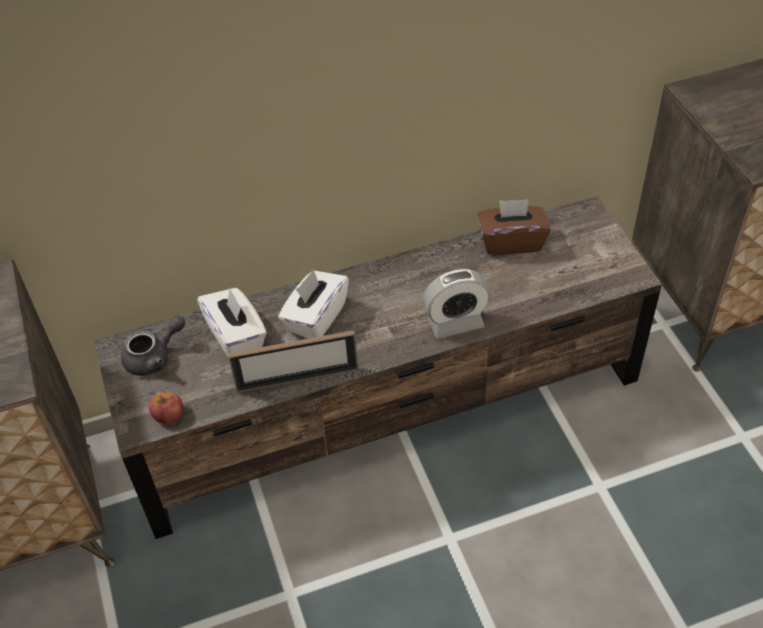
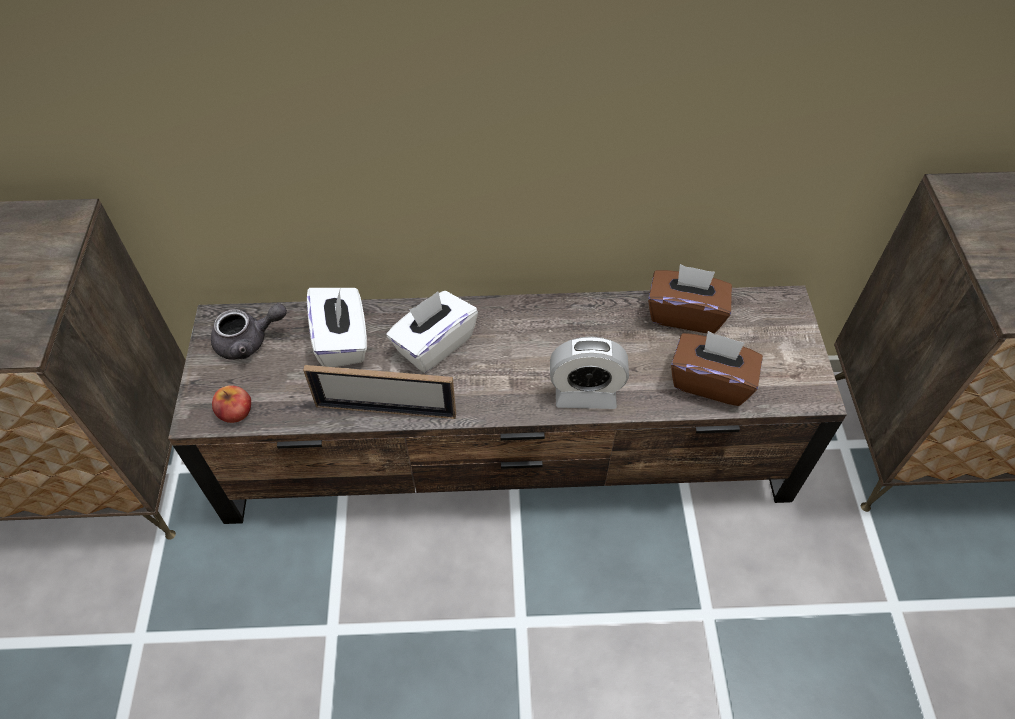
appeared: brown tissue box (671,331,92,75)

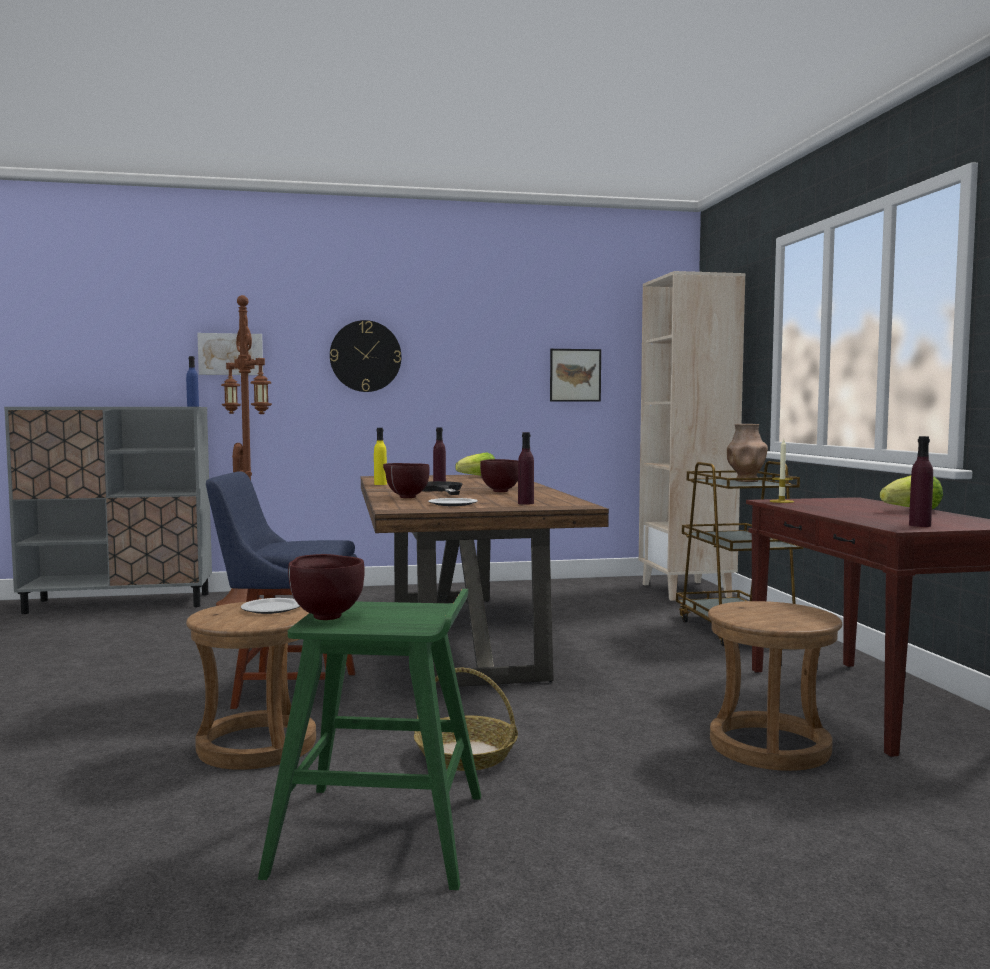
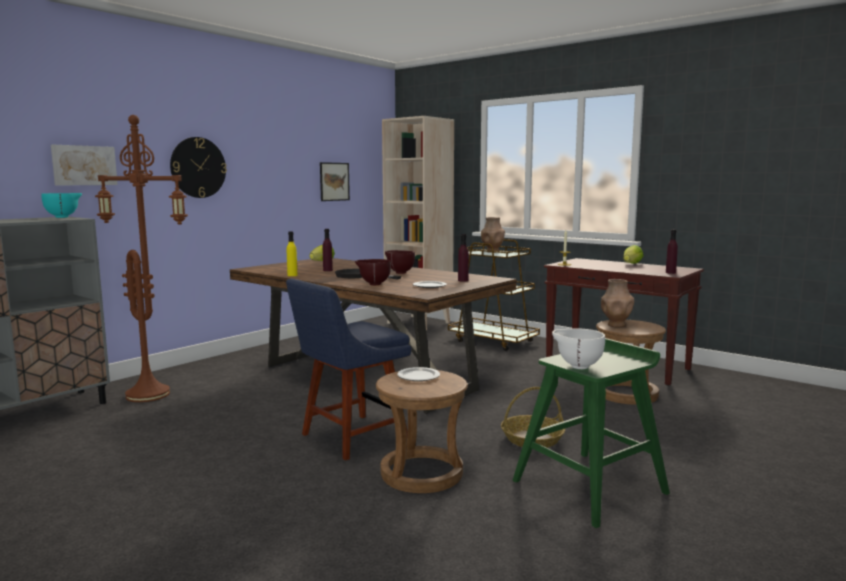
appeared: brown vase (601,279,33,49)
exchanged: blue bottle (186,356,13,51) to turquoise bowl (41,193,41,25)
colour: brown bowl (288,554,77,66) to white bowl (552,328,53,41)

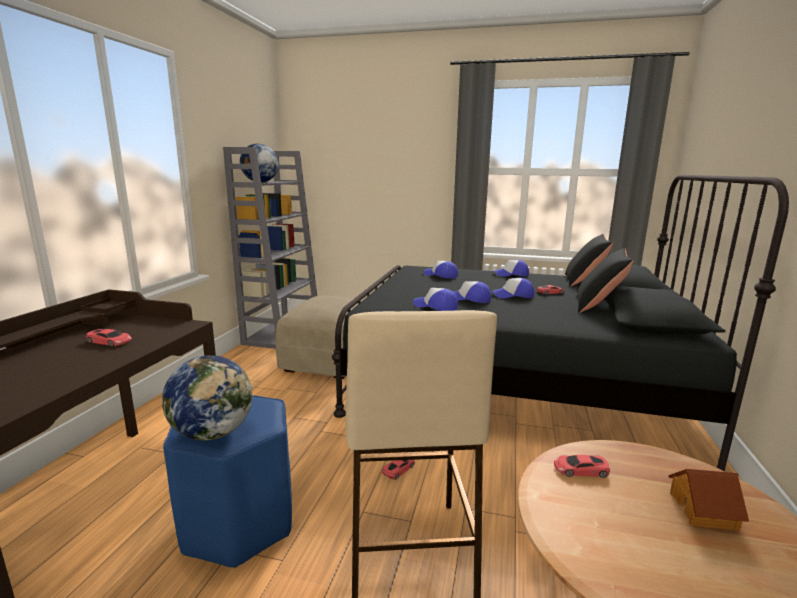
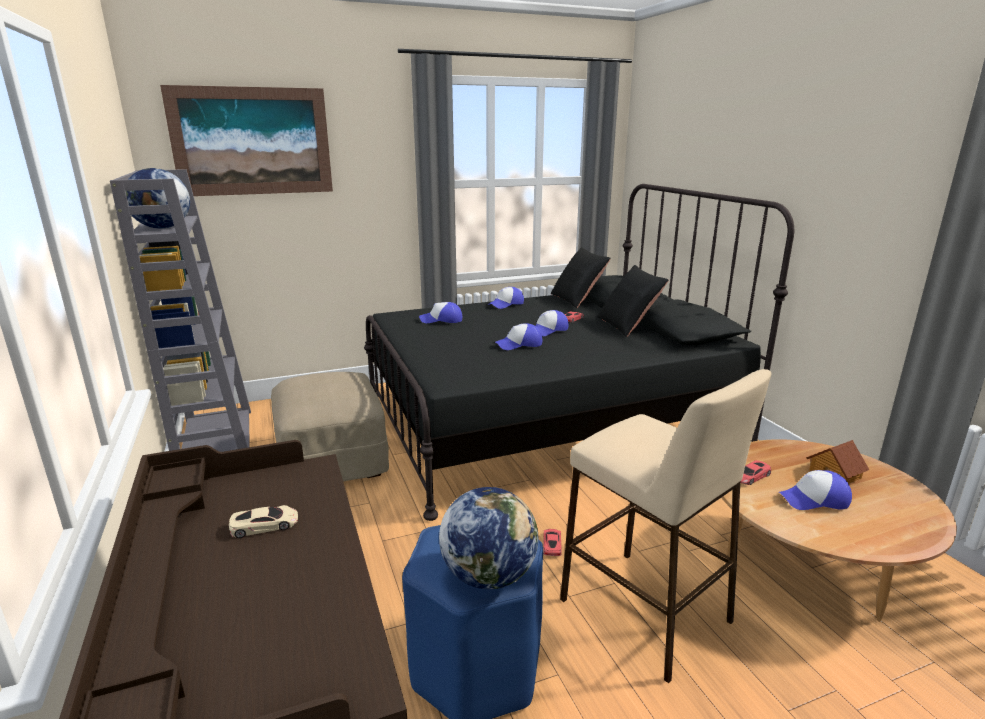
appeared: picture (160,85,173,111)
relocated: cap (413,288,45,23) to (779,470,73,40)
colour: red toy car (86,329,46,18) to beige toy car (229,505,69,33)

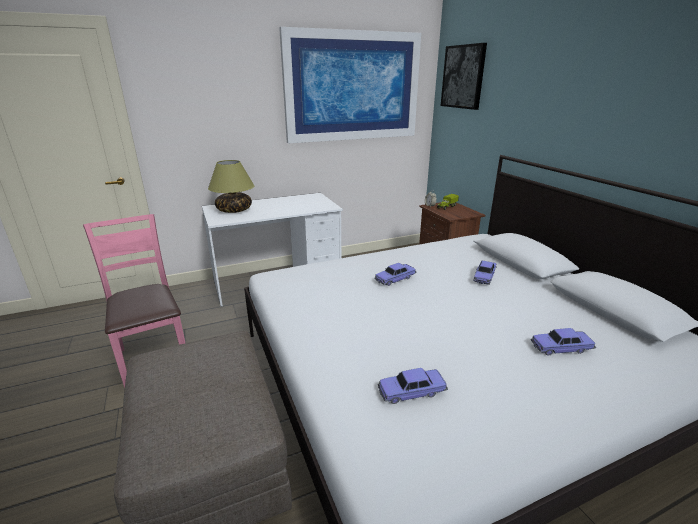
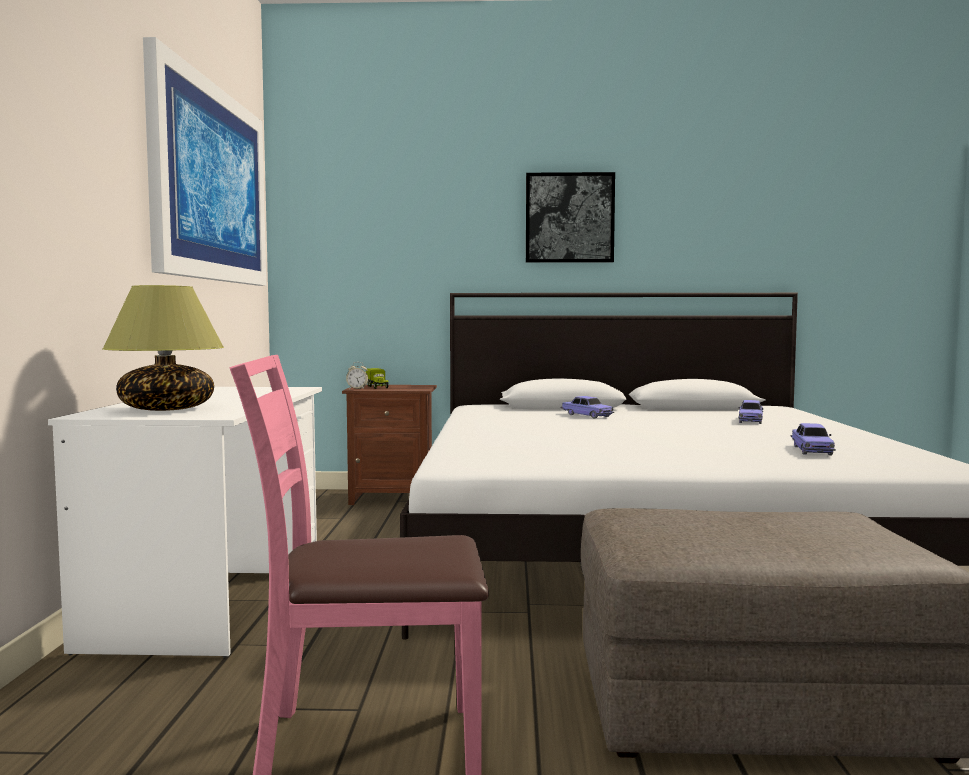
missing: toy car (374,263,43,23)
relocated: picture (441,43,46,67) to (526,172,89,91)

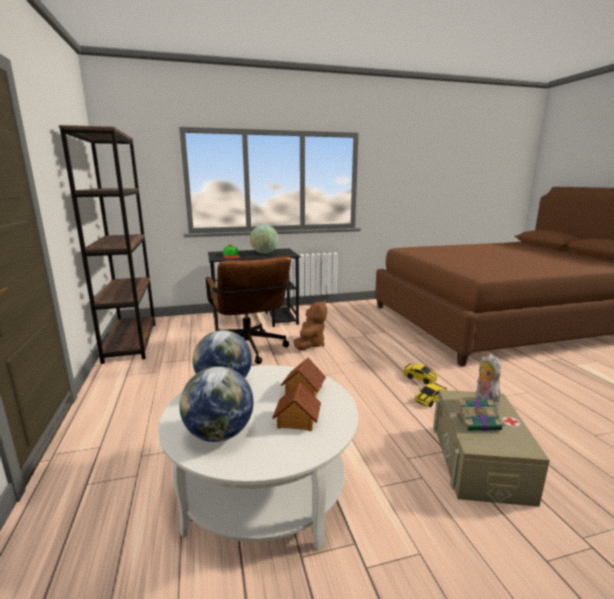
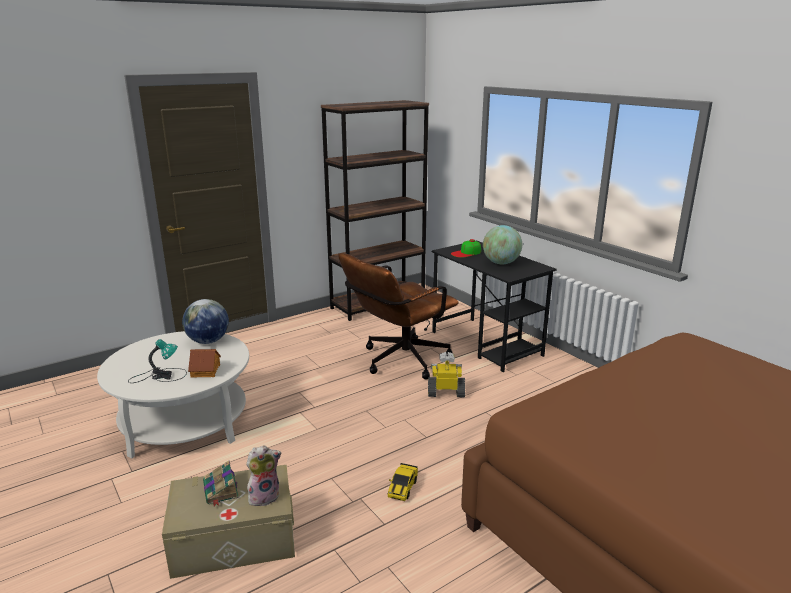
missing: globe (179,367,75,75); toy car (414,383,33,24)
exchanged: toy house (272,382,49,49) to table lamp (128,339,59,44); brown plush toy (294,300,33,50) to toy robot (428,352,37,45)

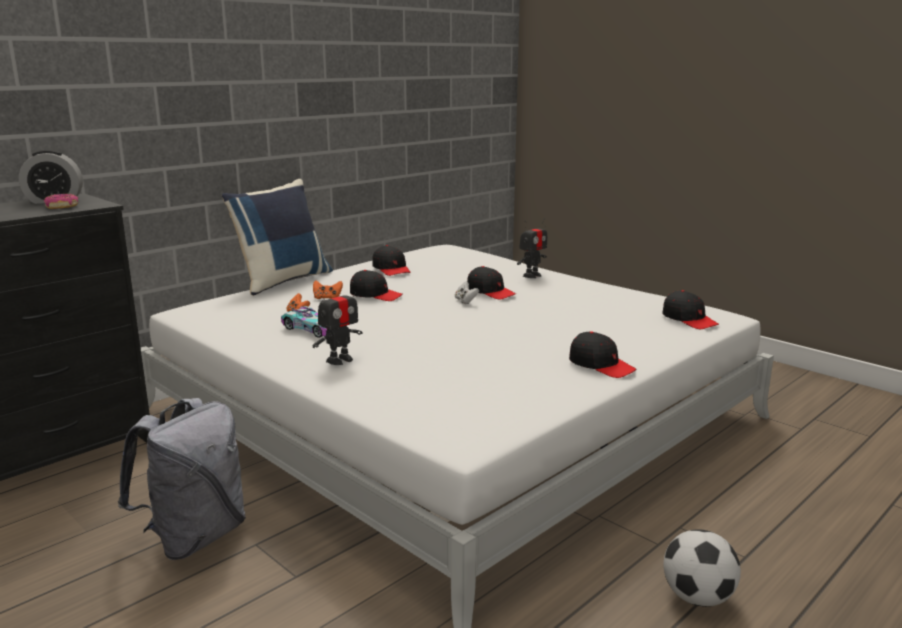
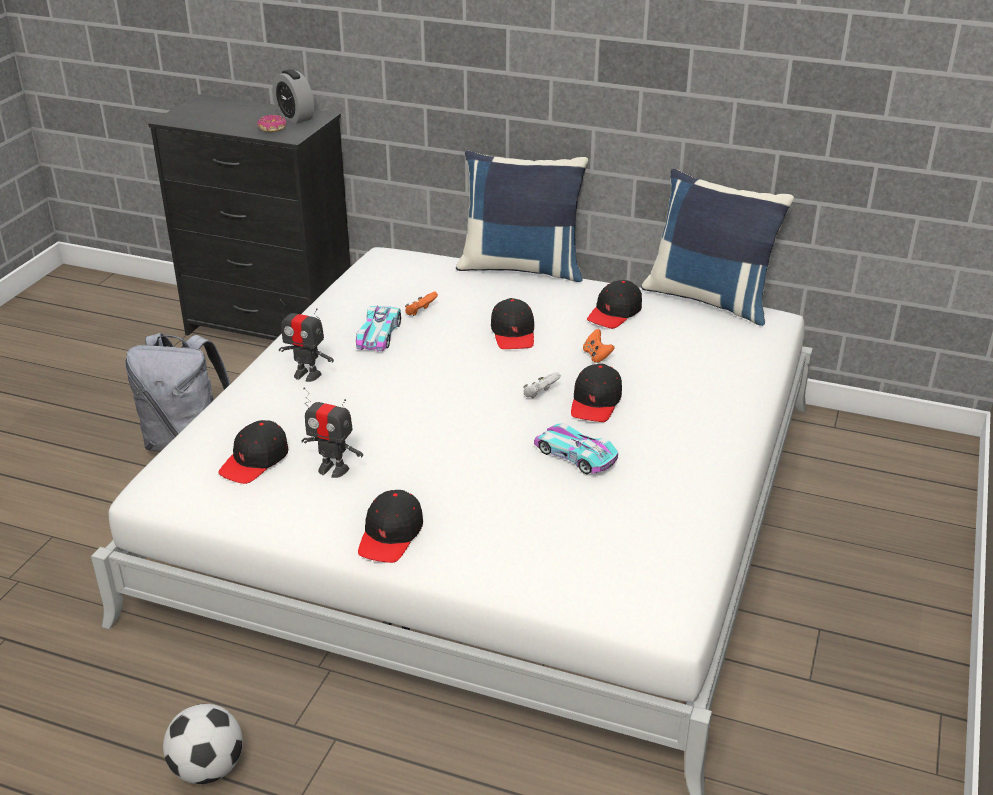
appeared: toy car (534,423,84,52); blue pillow (641,169,153,157)
relocated: orange game controller (313,280,30,19) to (583,329,32,34); toy robot (517,218,30,60) to (302,387,61,91); black cap (662,290,57,39) to (218,420,70,64)

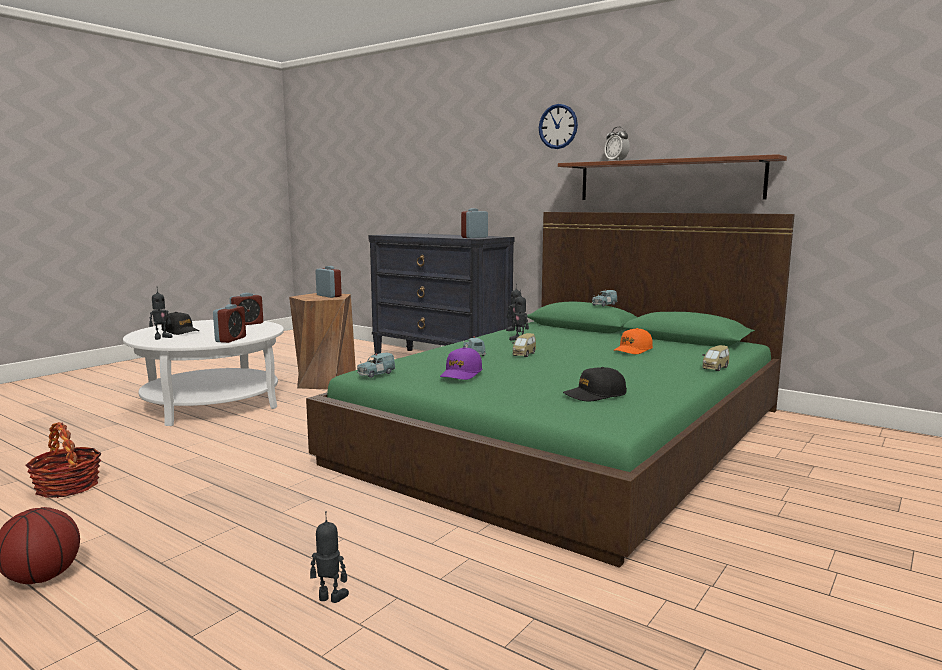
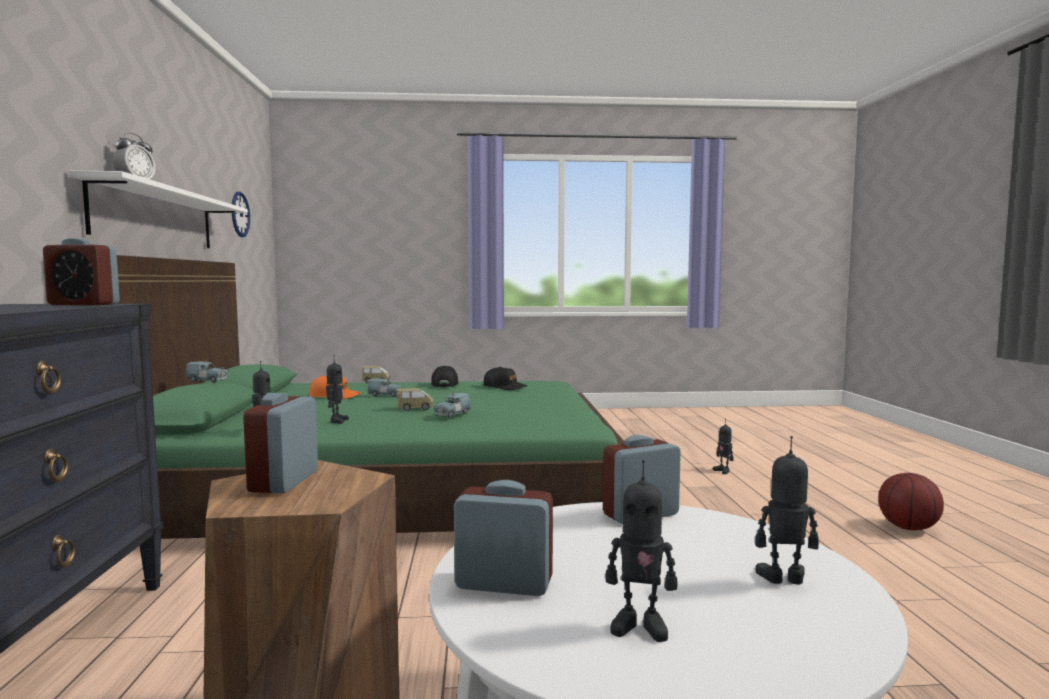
missing: basket (26,422,76,76); purple cap (440,347,42,33)
appeared: toy robot (605,460,72,182)
relocated: black cap (161,312,38,23) to (431,366,27,21); blue toy car (357,352,39,26) to (367,378,34,19); wall clock (539,104,39,45) to (232,192,18,45)
colour: brown shelf (558,154,229,46) to white shelf (68,171,180,77)

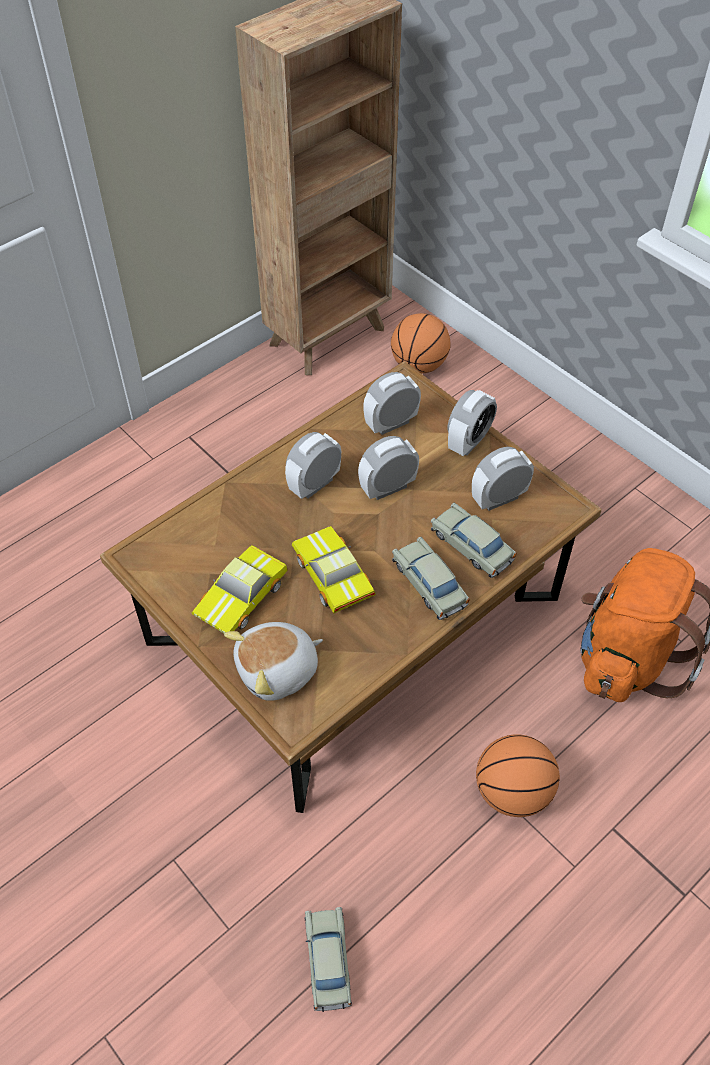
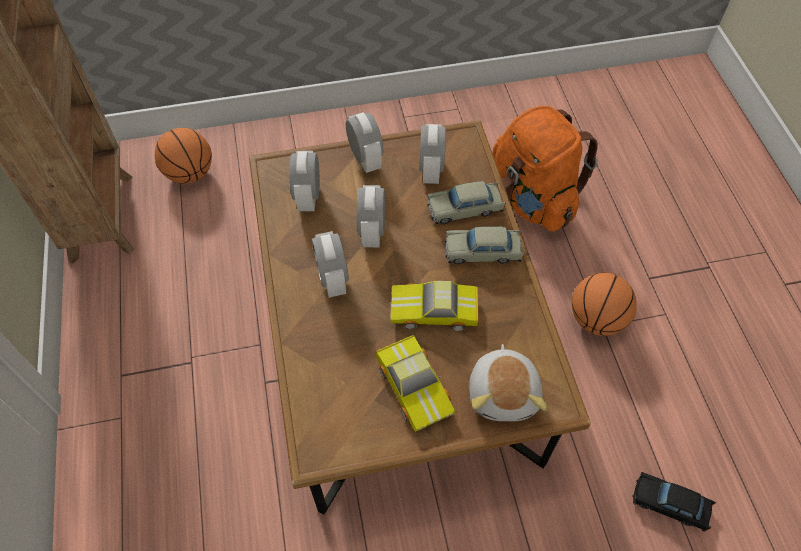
colour: beige toy car (305,907,47,105) to black toy car (632,472,84,60)

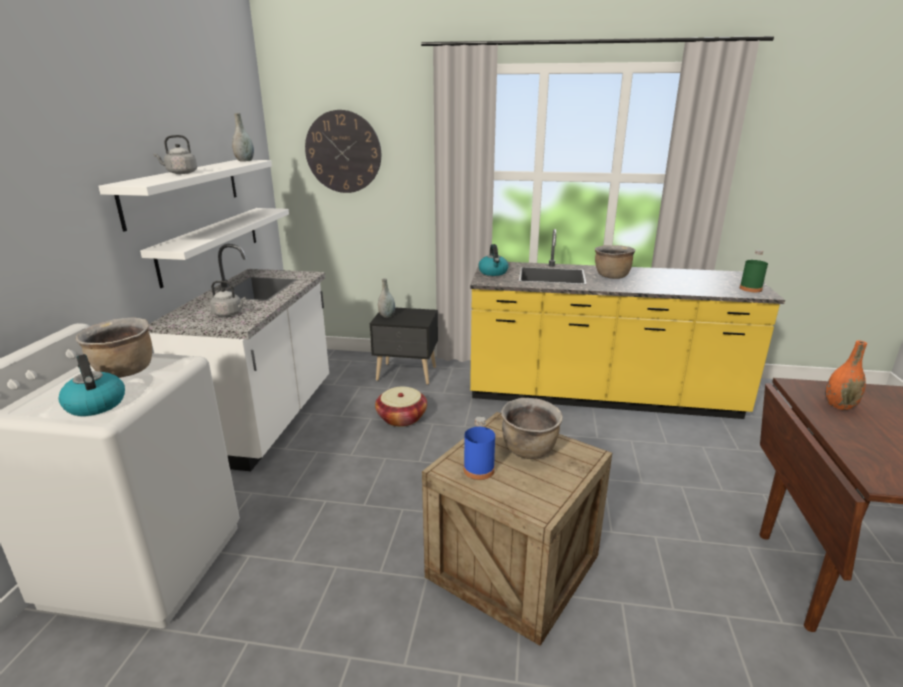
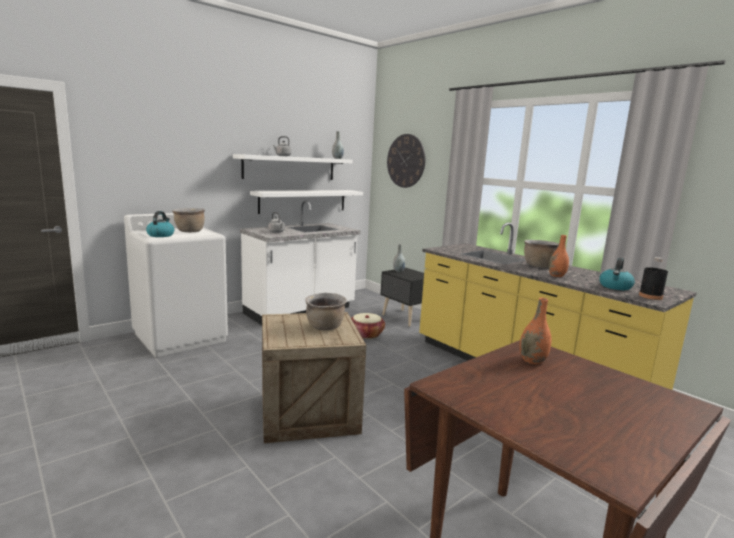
missing: blue bottle (464,416,31,64)
appeared: orange vase (548,235,21,42)
relocated: kettle (479,244,30,32) to (599,258,36,32)
colour: green bottle (739,250,29,42) to black bottle (639,257,29,43)

